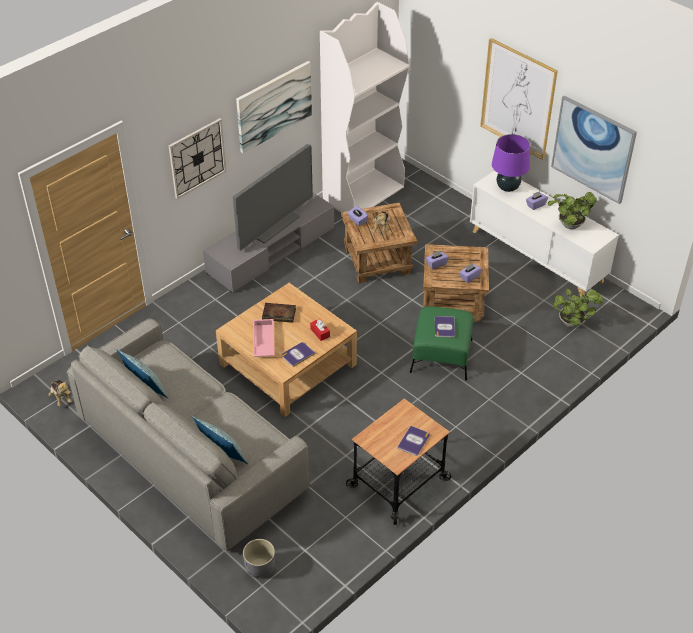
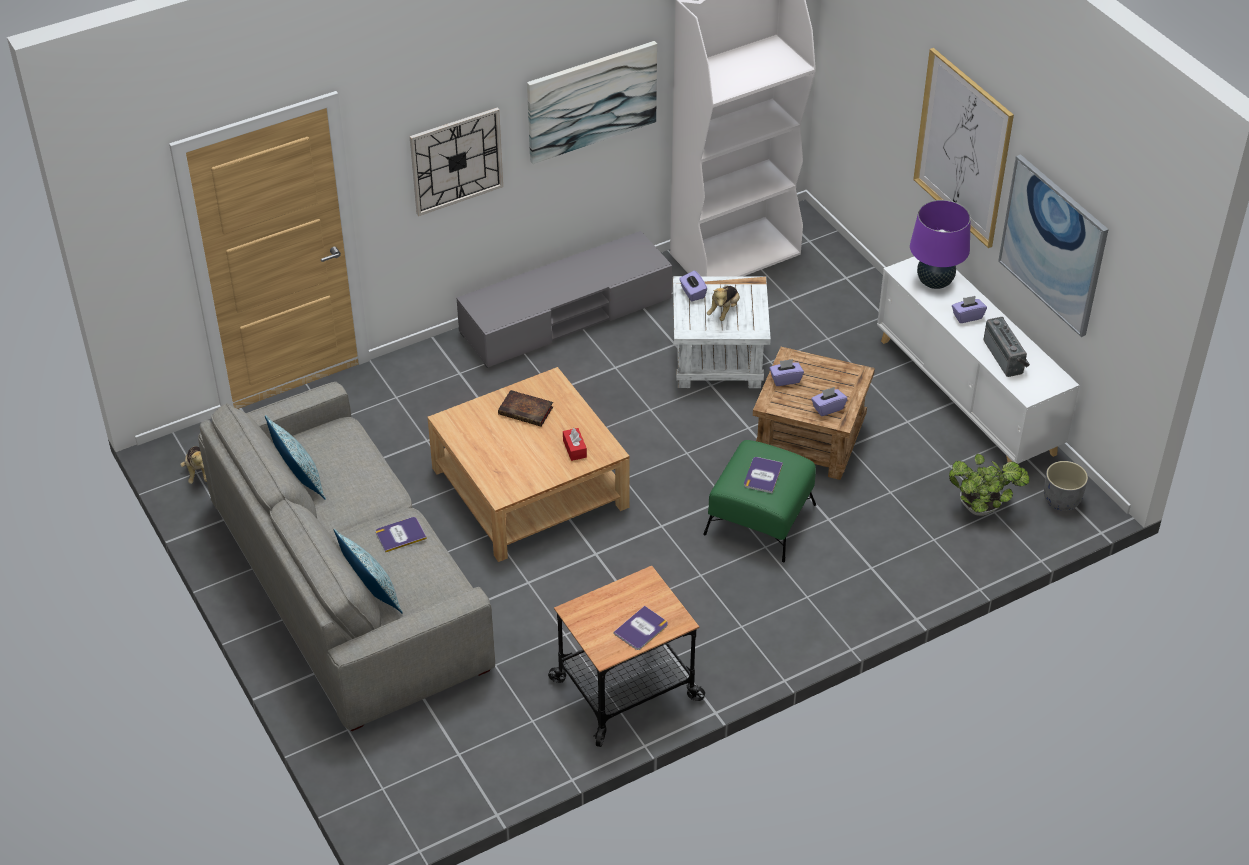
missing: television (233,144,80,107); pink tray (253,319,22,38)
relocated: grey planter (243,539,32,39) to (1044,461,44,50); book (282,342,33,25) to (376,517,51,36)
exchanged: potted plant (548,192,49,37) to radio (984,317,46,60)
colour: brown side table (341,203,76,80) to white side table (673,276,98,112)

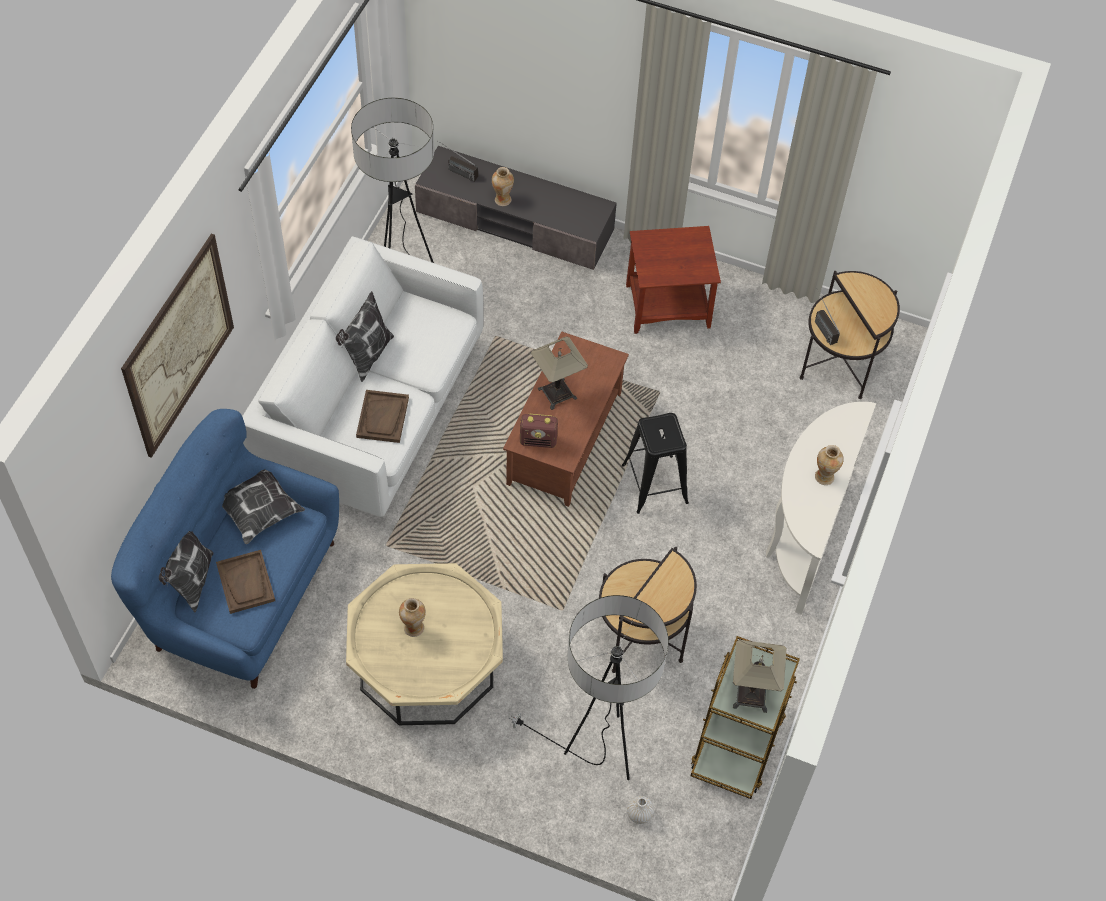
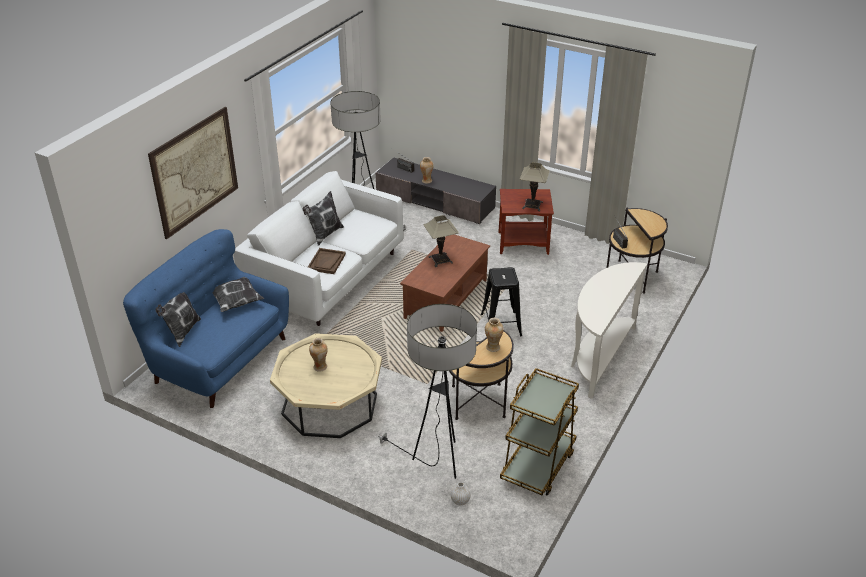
missing: brown tray (216,550,59,64); radio (520,414,38,34)
relocated: table lamp (733,640,54,73) to (520,162,30,49); vase (815,445,29,40) to (485,318,18,34)

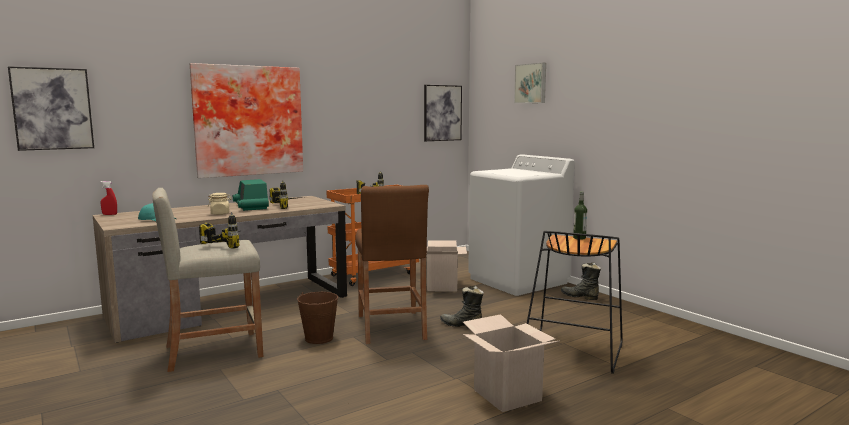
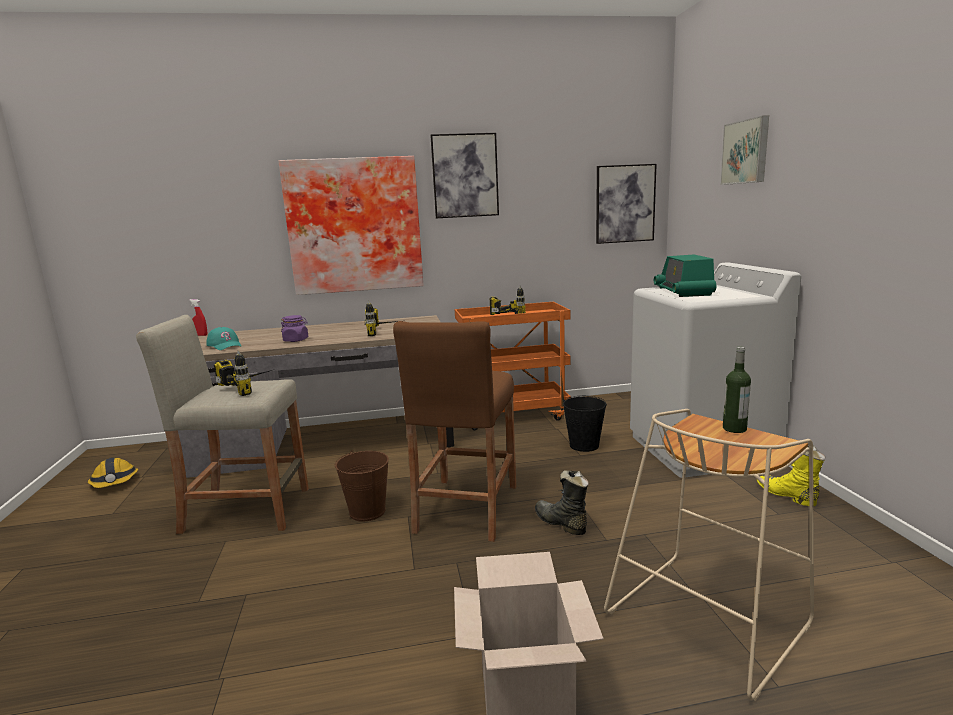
appeared: hard hat (88,457,50,31)
relocated: picture (8,66,86,85) to (430,133,69,85); radio (233,179,36,32) to (654,255,62,42)
exchanged: cardboard box (427,240,40,52) to black bucket (563,396,43,56)
colour: beige jar (208,193,24,22) to purple jar (281,315,27,27); black stool (527,231,96,143) to beige stool (604,409,210,292); black boot (561,262,40,38) to yellow boot (757,446,69,60)

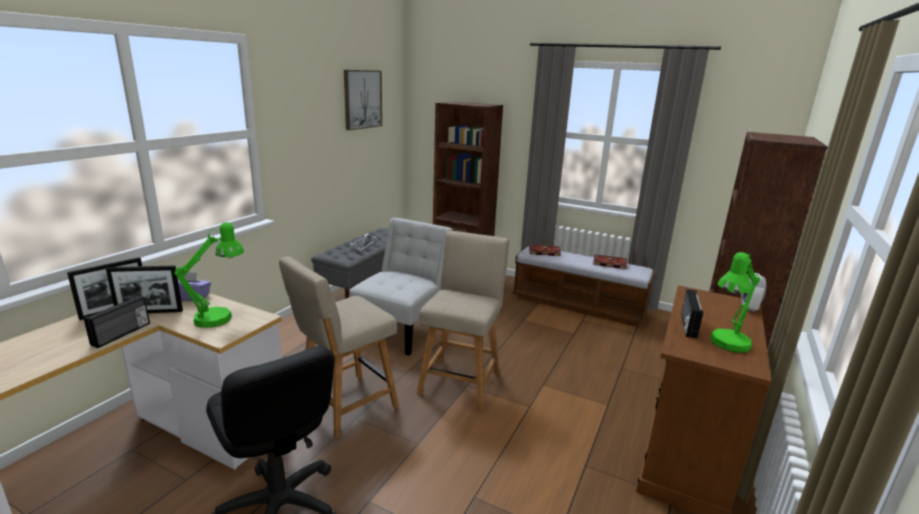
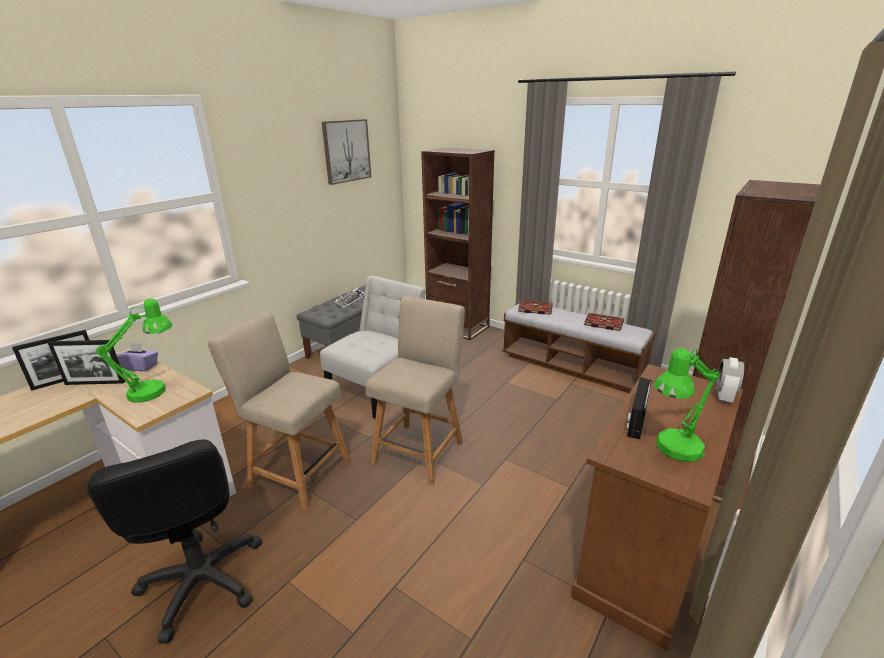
missing: radio (84,296,66,52)
spun: beige chair (279,256,120,182) = (208,312,143,198) 60 degrees clockwise

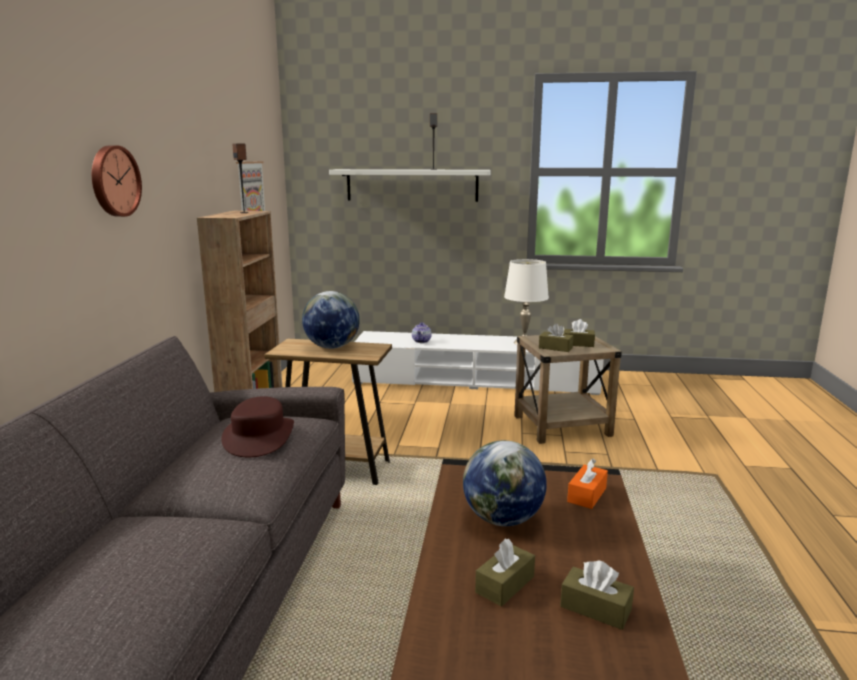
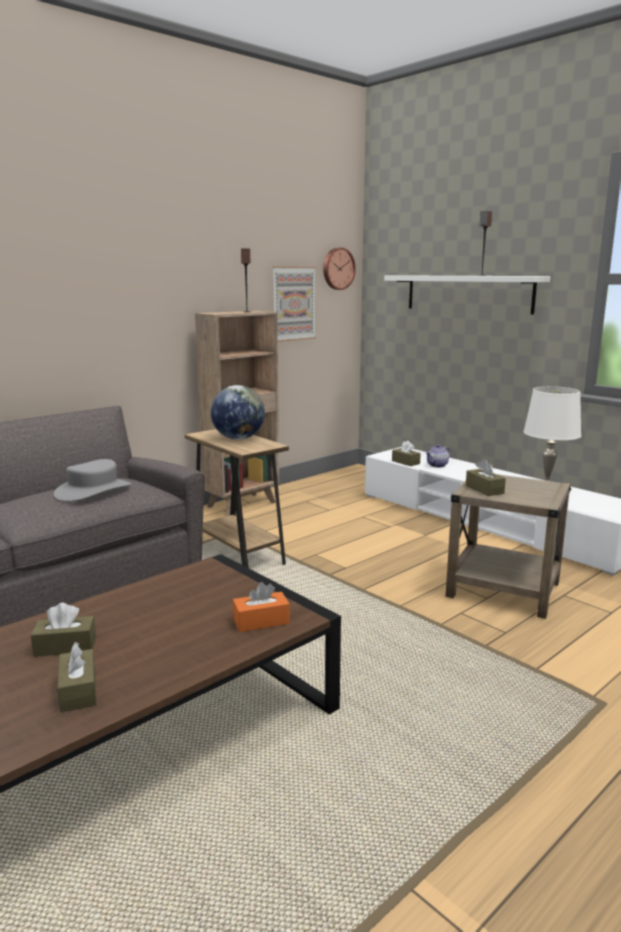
missing: globe (463,440,84,86)
relocated: wall clock (92,145,50,72) to (323,248,33,42); brown tissue box (564,319,31,28) to (392,441,29,25)
colour: brown hat (221,396,73,61) to grey hat (54,459,77,43)

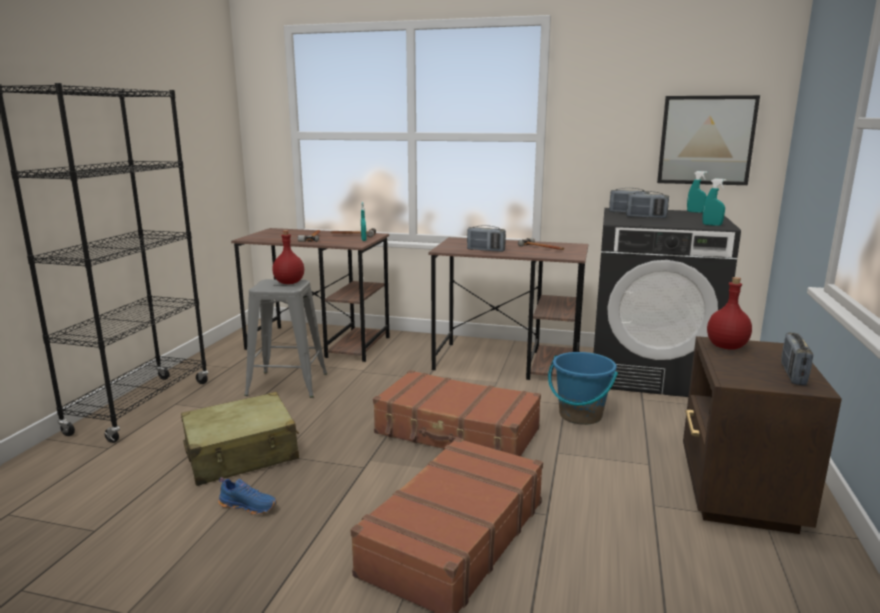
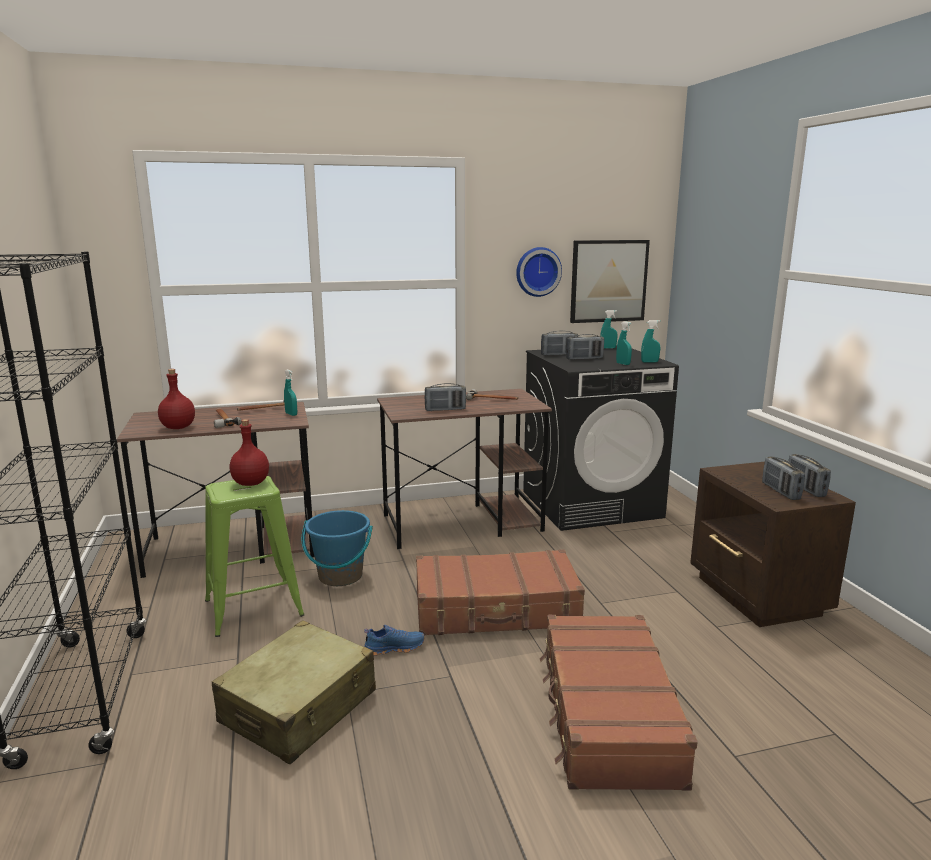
appeared: wall clock (516,247,46,50); turquoise spray bottle (616,321,16,44); radio (762,456,43,44)
relocated: blue shoe (218,477,59,38) to (364,625,61,31); blue bucket (548,352,70,73) to (302,510,71,76); red bottle (707,277,45,73) to (158,369,37,60)
colour: grey stool (244,279,83,119) to green stool (205,476,99,161)

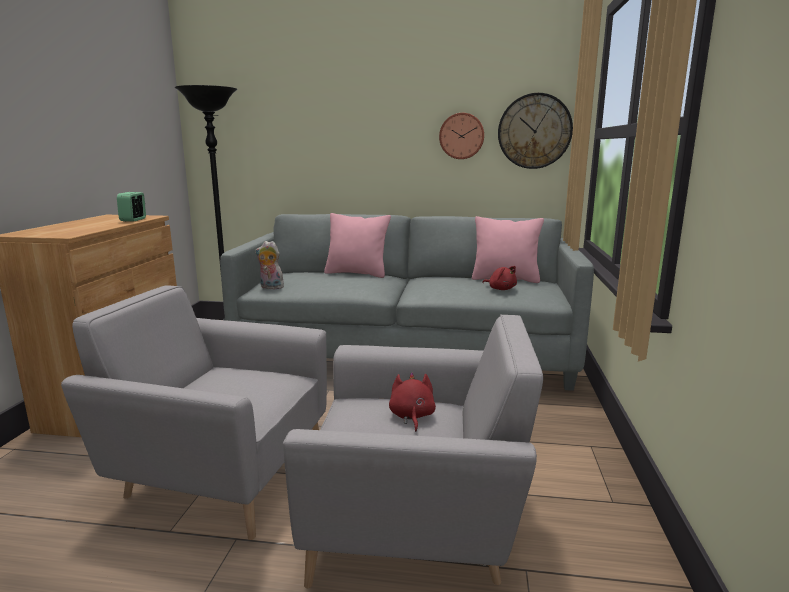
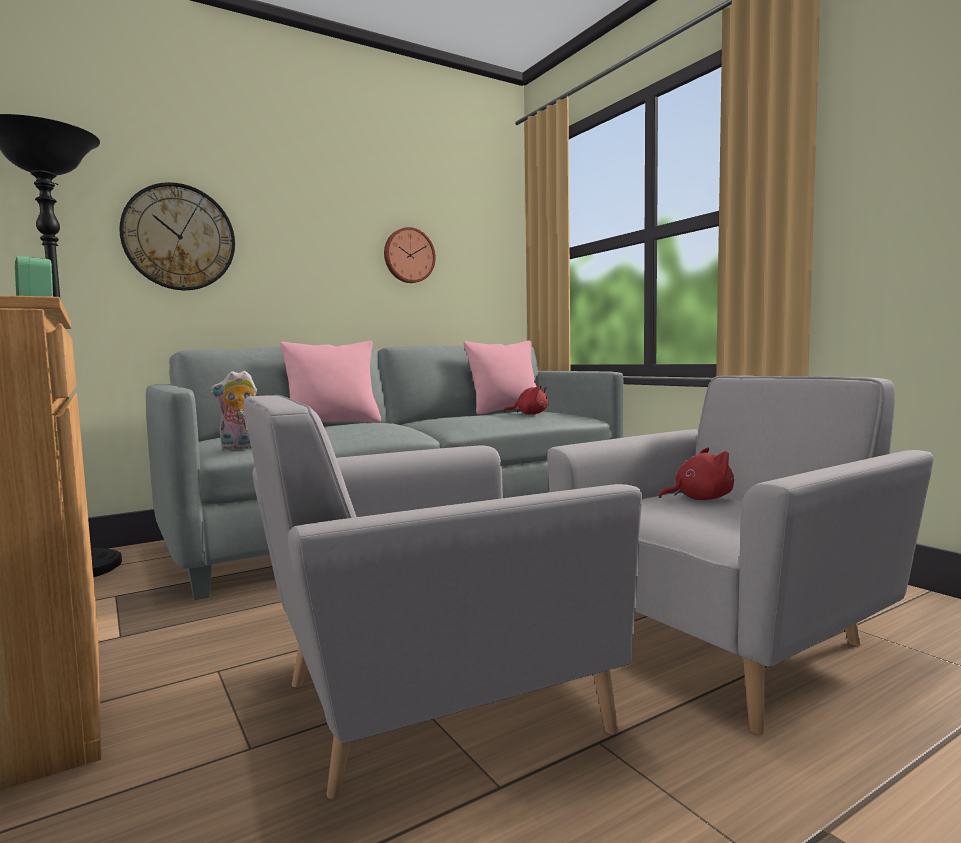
relocated: wall clock (498,93,75,76) to (119,182,116,108)
spun: red plush toy (389,372,47,60) = (659,448,75,52) 120 degrees clockwise

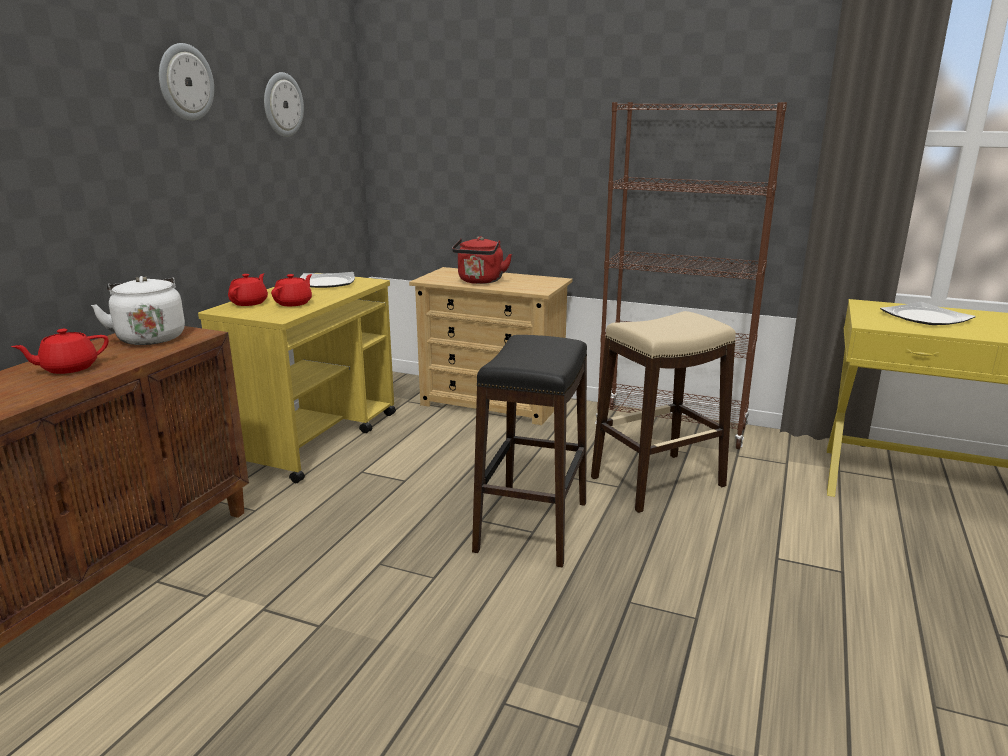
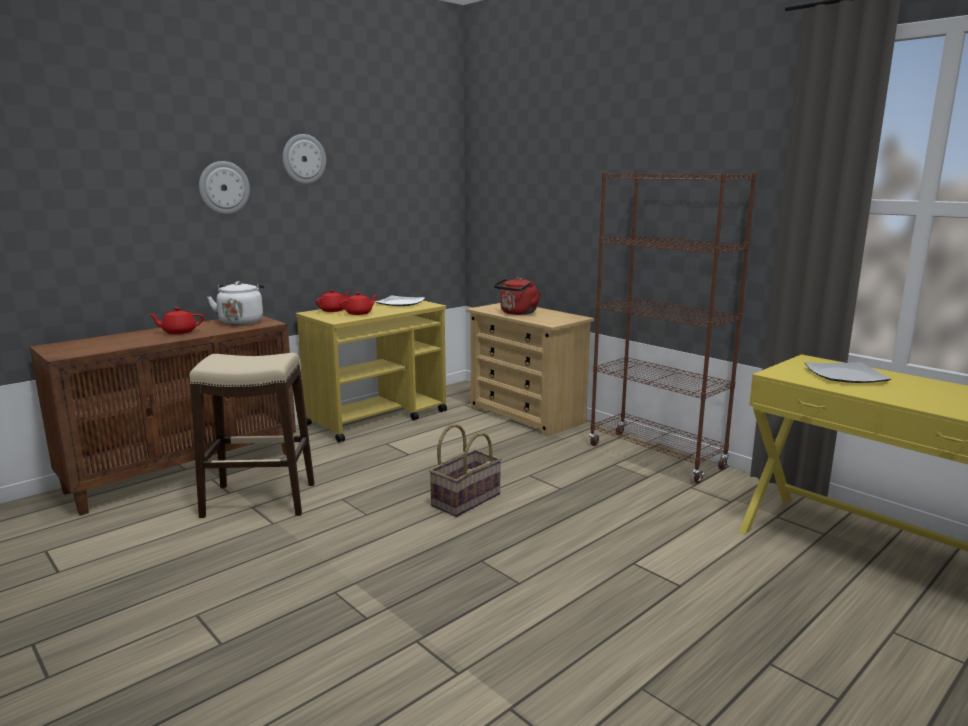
relocated: wall clock (264,72,40,65) to (199,161,51,53); beige stool (591,311,145,202) to (189,353,126,165)
exchanged: black stool (472,335,115,232) to basket (429,424,73,93)

